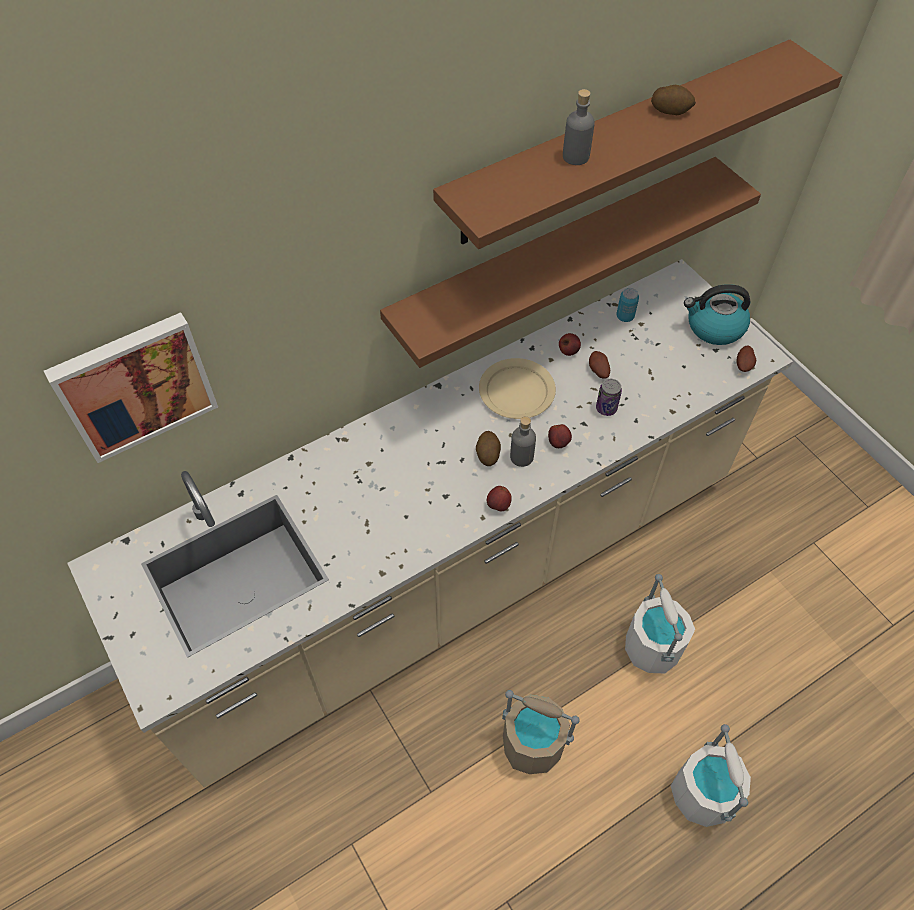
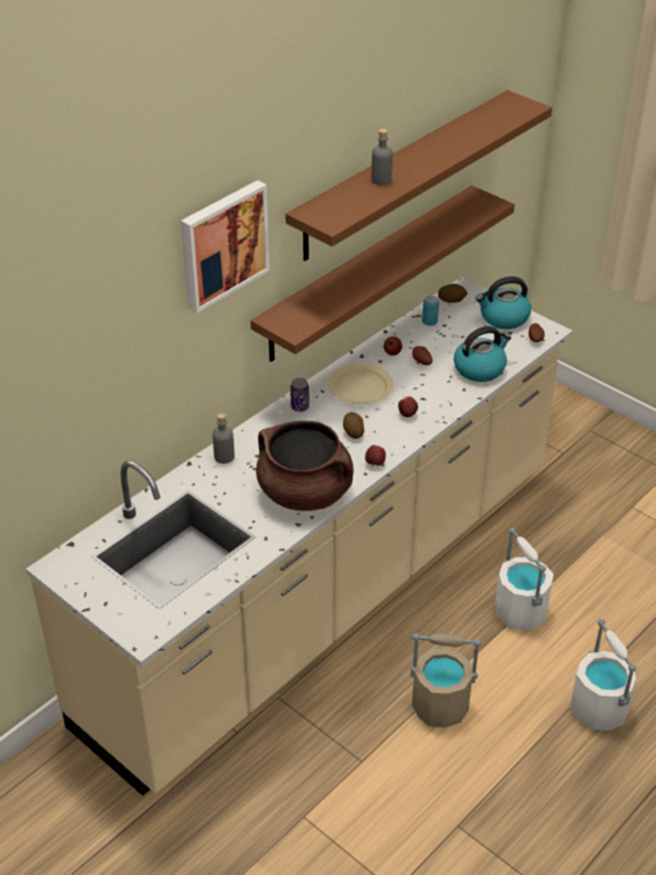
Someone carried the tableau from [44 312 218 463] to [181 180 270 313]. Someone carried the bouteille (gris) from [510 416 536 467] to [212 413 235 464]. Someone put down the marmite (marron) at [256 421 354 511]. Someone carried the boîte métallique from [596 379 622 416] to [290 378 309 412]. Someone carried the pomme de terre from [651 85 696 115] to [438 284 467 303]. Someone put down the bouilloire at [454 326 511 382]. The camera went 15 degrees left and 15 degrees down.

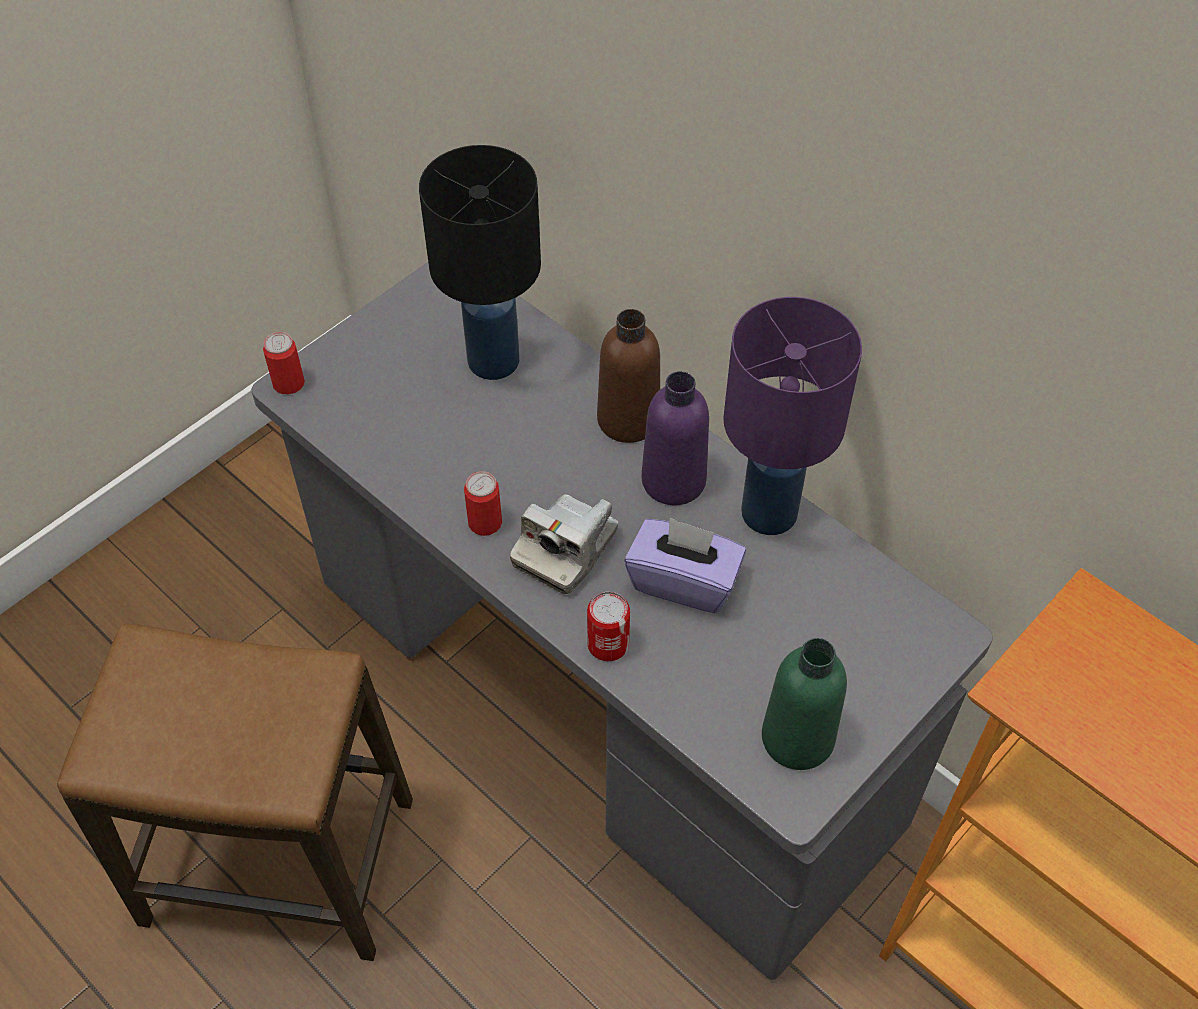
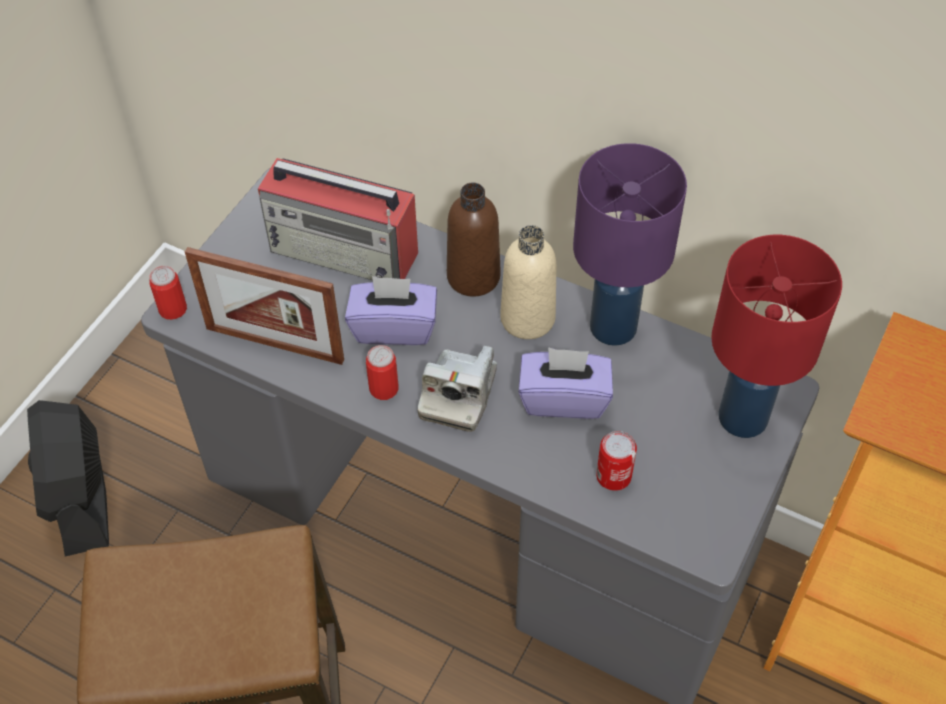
Someone put down the ventilateur (noir) at [27 400 109 557]. Someone put down the cadre photo at [185 247 344 365]. Someone swapped the lampe de table (noir) at [419 145 541 380] for the radio at [258 158 418 280]. Someone put down the boîte à mouchoirs (violet) at [345 276 437 345]. Someone repainted the bouteille (violet) at [641 371 709 505], which became the bouteille (beige) at [500 225 556 339]. Someone carried the boîte métallique from [587 592 630 661] to [596 431 637 491]. Someone put down the lampe de table (rouge) at [711 235 842 438]. Someone took away the bouteille (vert) at [762 638 847 770]. The camera went 15 degrees left and 0 degrees up.

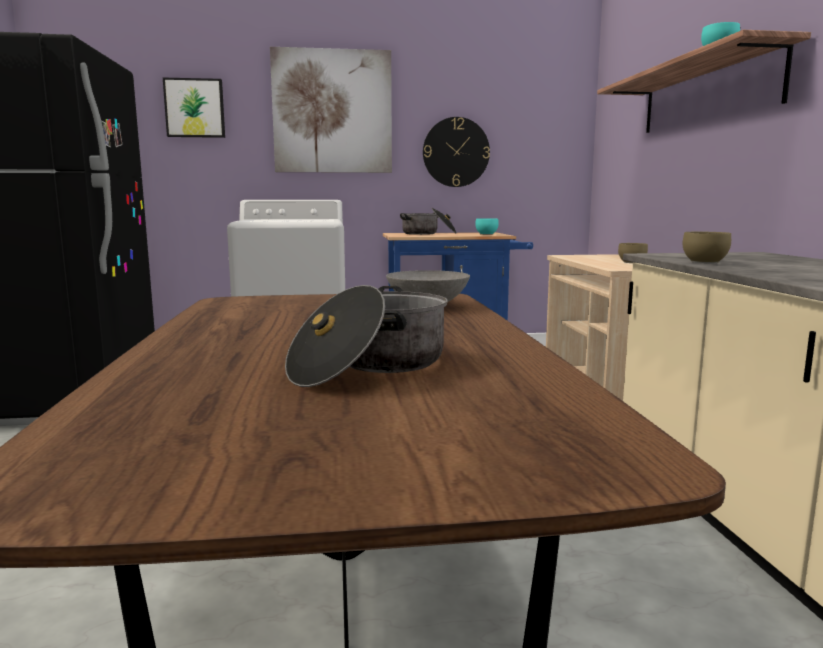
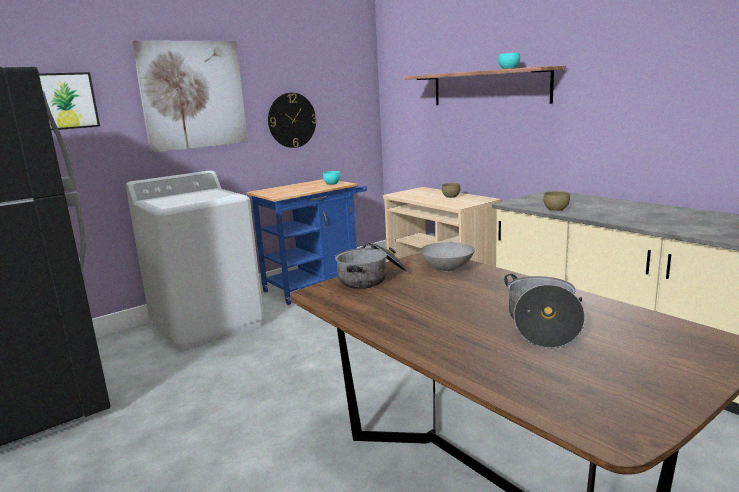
Someone carried the marmite from [400 208 457 235] to [335 242 407 289]. The camera went 30 degrees left and 5 degrees up.

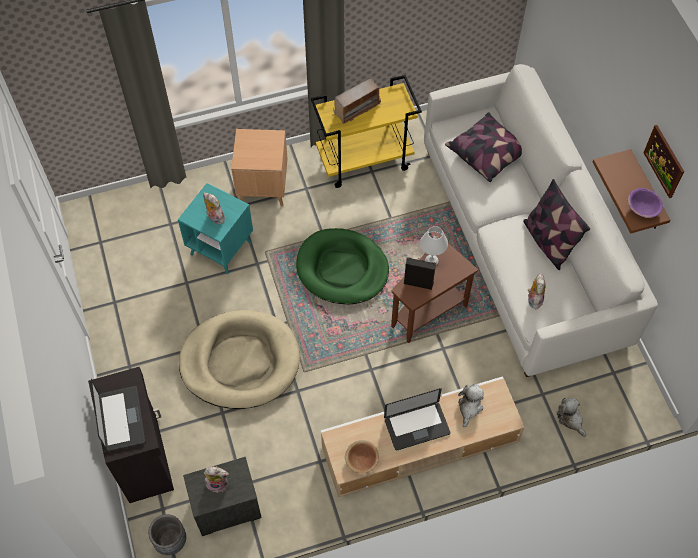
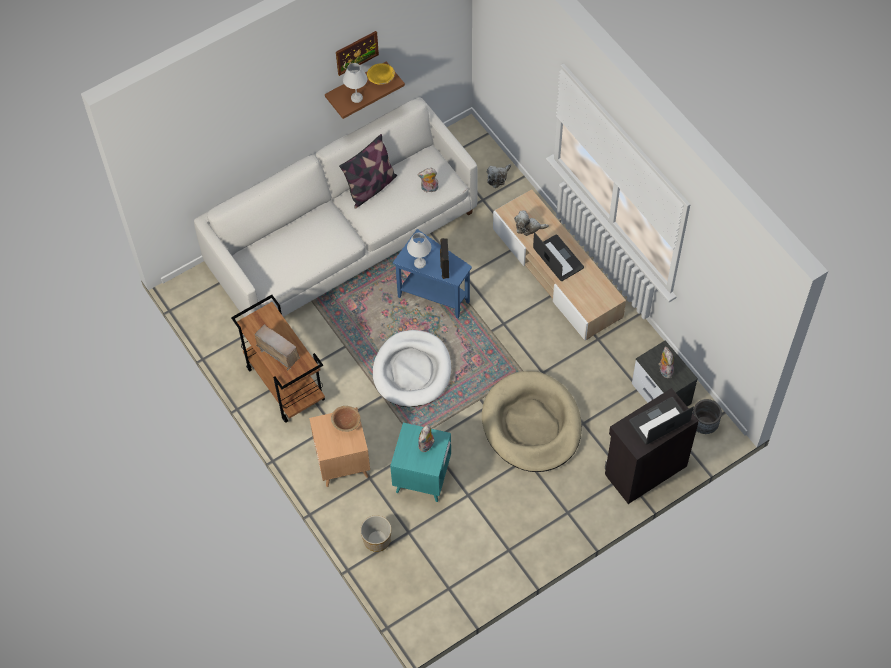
Someone repainted the chariot (jaune) at [311 75 422 188], which became the chariot (marron) at [231 295 325 423]. Someone carried the bol (marron) from [345 440 379 474] to [331 406 361 432]. Someone put down the lampe de table (blanc) at [343 63 367 103]. Someone put down the cache-pot at [360 515 391 552]. Someone repainted the bol (violet) at [628 188 663 218], which became the bol (jaune) at [367 63 395 85]. Someone repainted the panier pour chien (vert) at [296 228 389 304], which became the panier pour chien (blanc) at [373 330 451 407]. Someone repainted the table d'appoint (marron) at [391 237 478 343], which became the table d'appoint (bleu) at [393 229 472 318]. Someone took away the coussin at [445 112 522 182]. The camera went 105 degrees left and 0 degrees up.

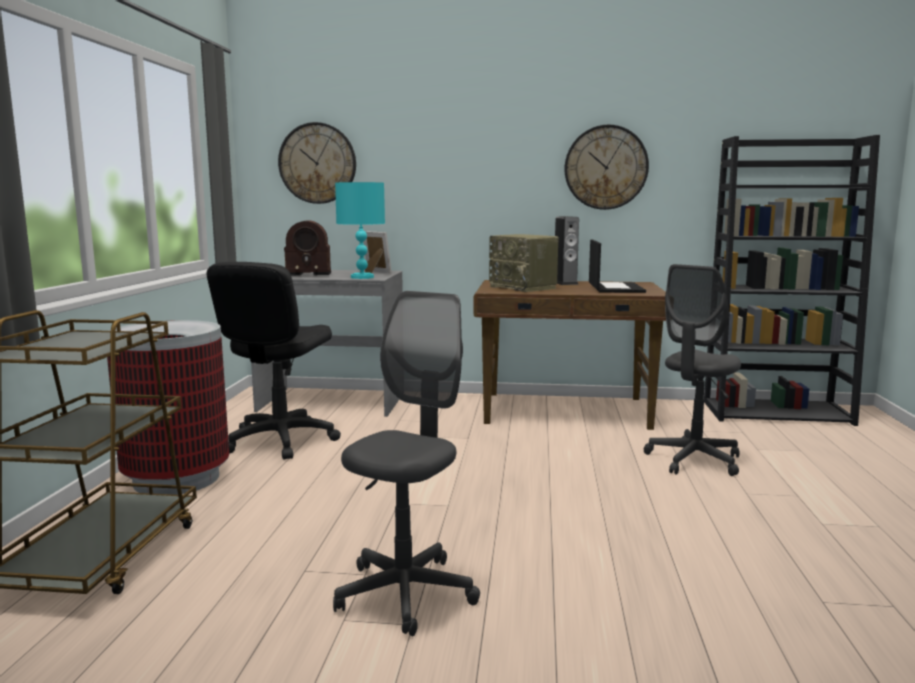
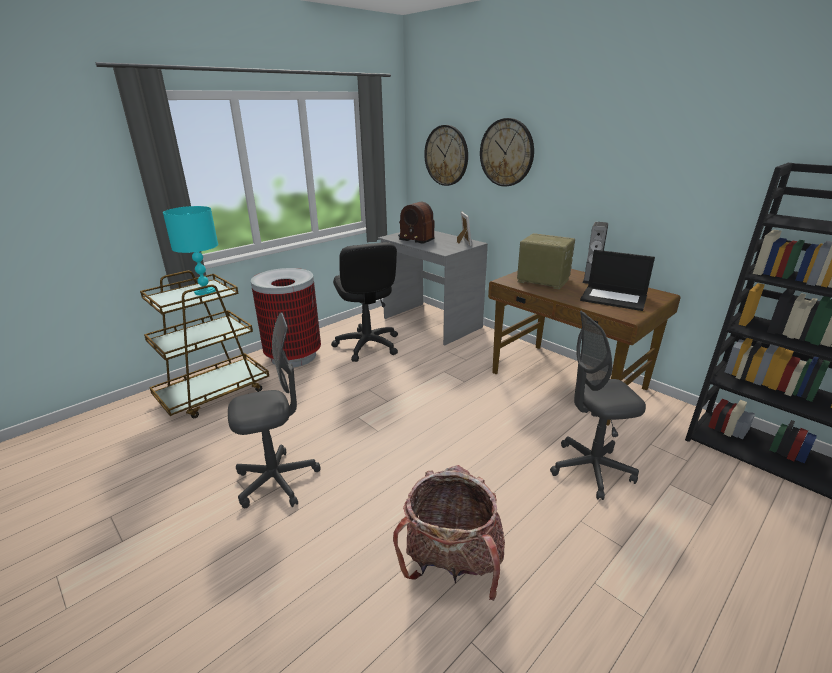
Someone carried the lampe de table (turquoise) from [335 182 385 279] to [163 206 218 295]. Someone rotated the chaise de bureau (noir) at [207 262 341 460] by 75 degrees counterclockwise. Someone put down the sac à dos at [393 465 505 601]. Someone carried the horloge murale from [564 125 649 210] to [480 118 534 187]. Someone rotated the radio at [489 234 559 292] by 120 degrees clockwise. Someone rotated the ordinateur portable at [589 240 646 293] by 75 degrees clockwise. The camera went 40 degrees right and 15 degrees up.

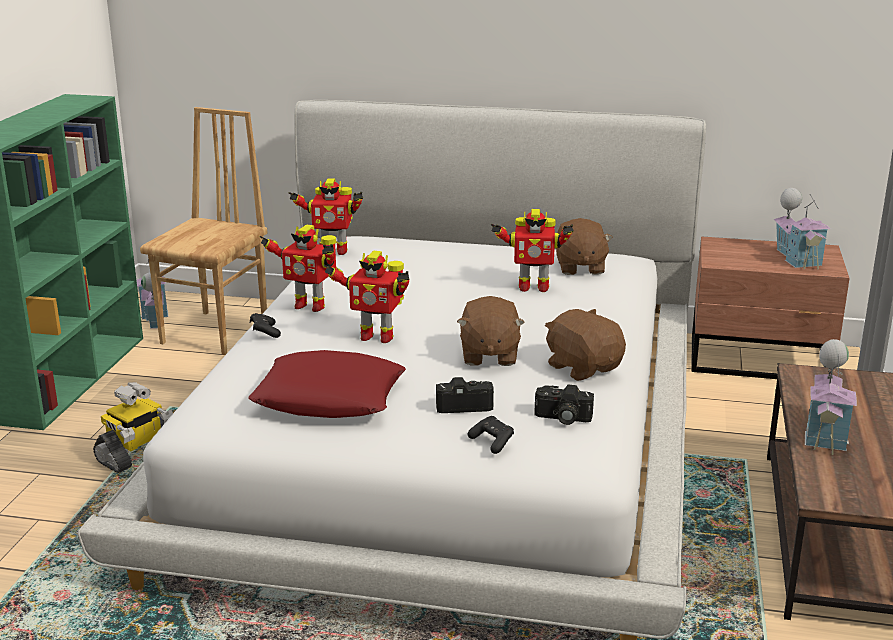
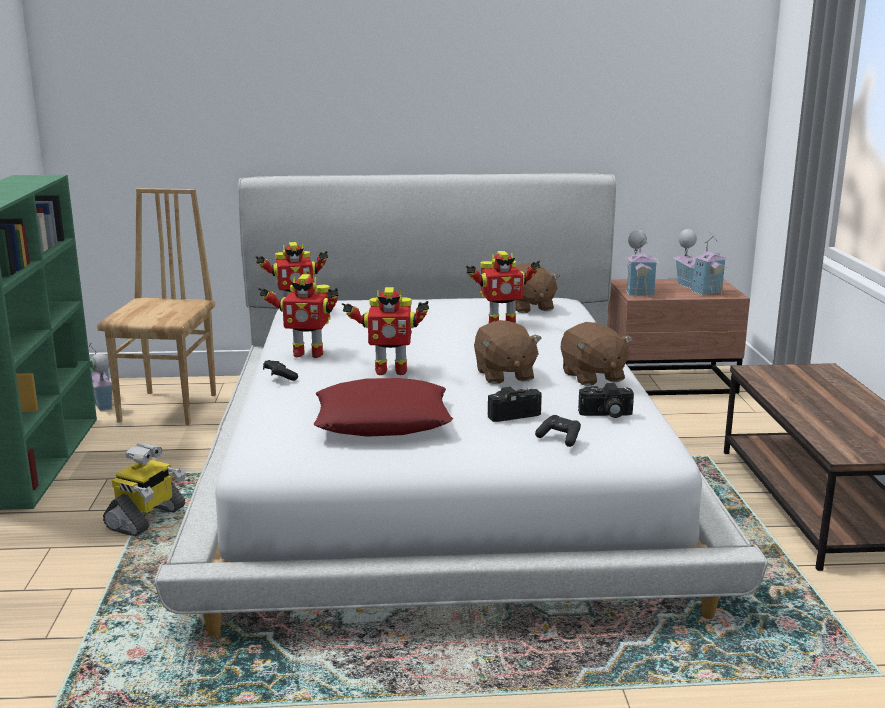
Someone rotated the peluche (marron) at [545 309 626 381] by 150 degrees counterclockwise. Someone carried the maison miniature from [805 339 857 455] to [625 230 659 298]. The camera went 15 degrees left and 5 degrees down.

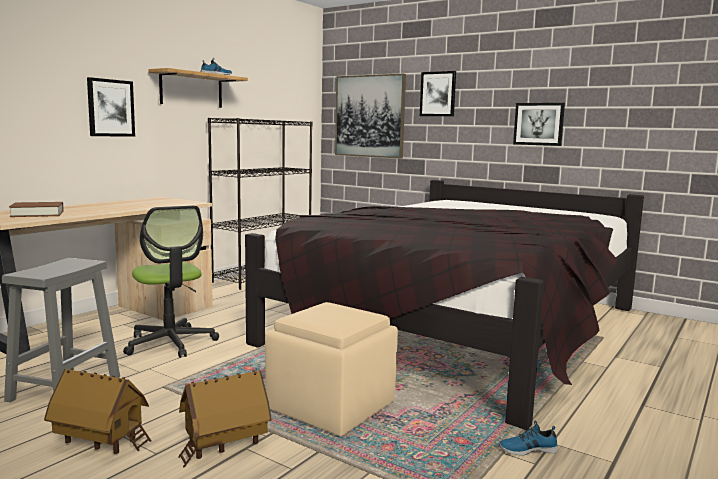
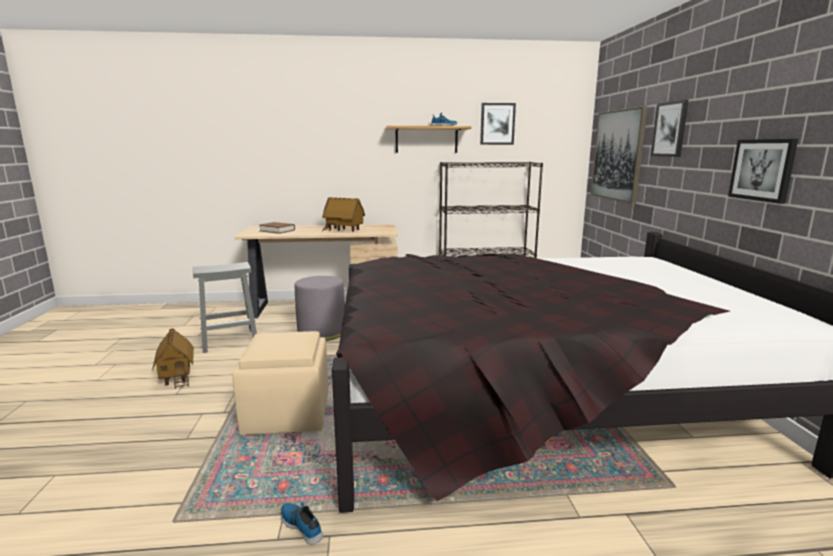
Someone swapped the chaise de bureau at [123 206 219 358] for the pouf (gris) at [295 276 345 341]. Someone carried the maison miniature from [178 370 272 467] to [322 197 365 232]. Someone carried the tableau from [87 77 135 137] to [480 103 516 145]. The camera went 50 degrees right and 5 degrees up.

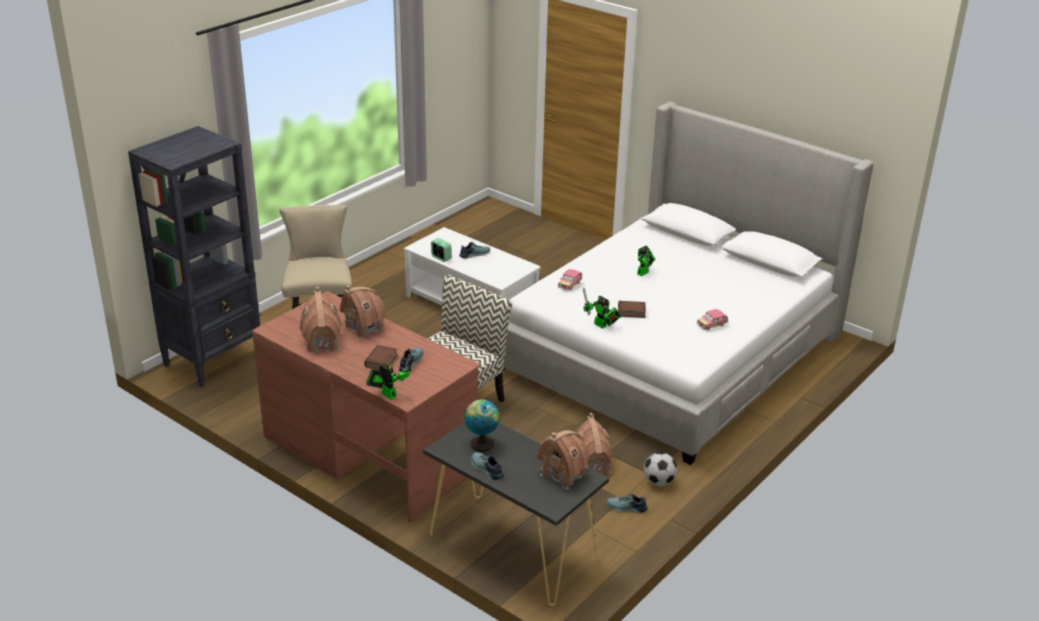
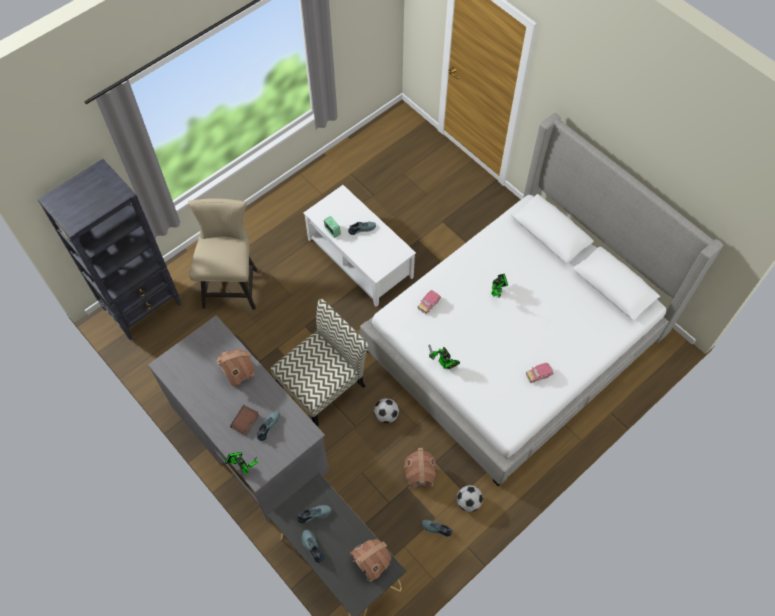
Someone repainted the bureau (marron) at [252 291 481 522], which became the bureau (gris) at [148 315 329 522]. Someone swapped the globe at [464 399 499 452] for the chaussure at [297 505 331 523]. Someone put down the ballon de foot at [374 398 399 423]. Someone took away the maison miniature at [299 287 342 352]. Someone took away the livre at [618 301 646 318]. The camera went 10 degrees right and 30 degrees up.

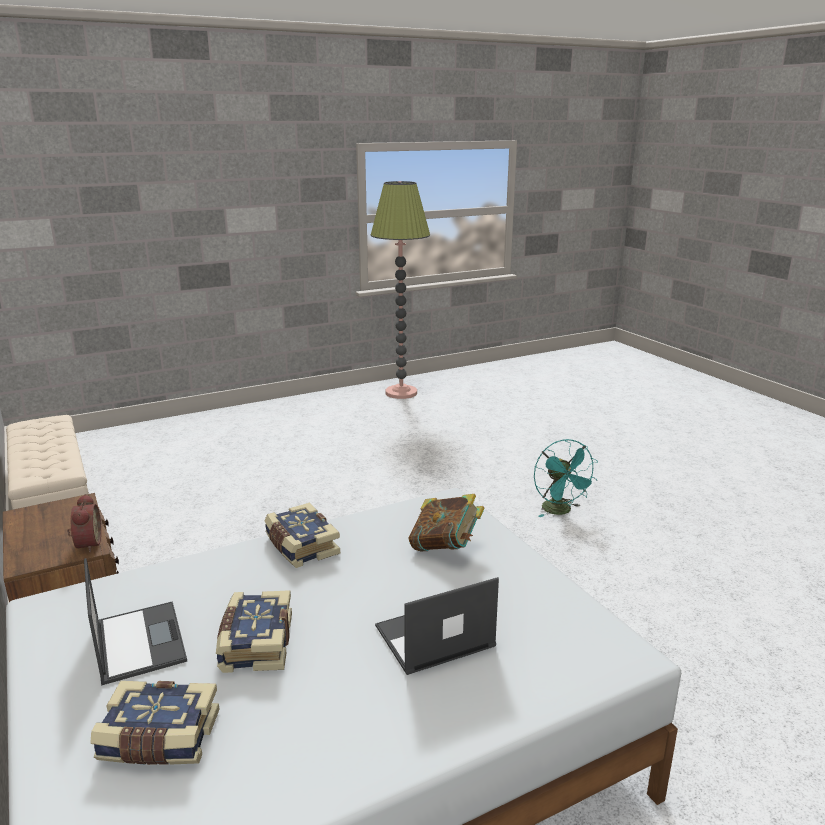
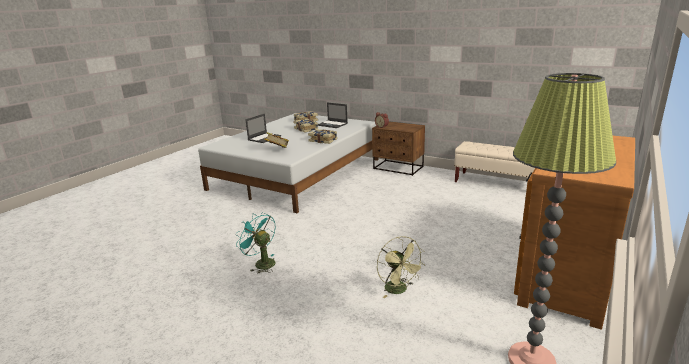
Someone put down the ventilateur (vert) at [377 236 425 298]. Someone put down the commode (marron) at [514 136 635 330]. The camera went 150 degrees right and 0 degrees up.

